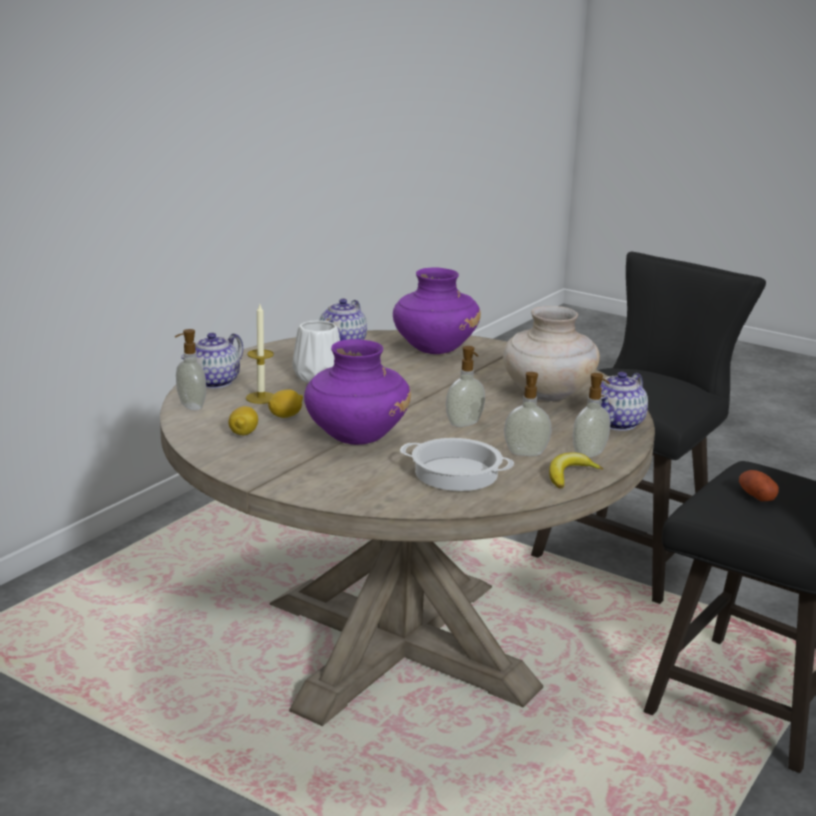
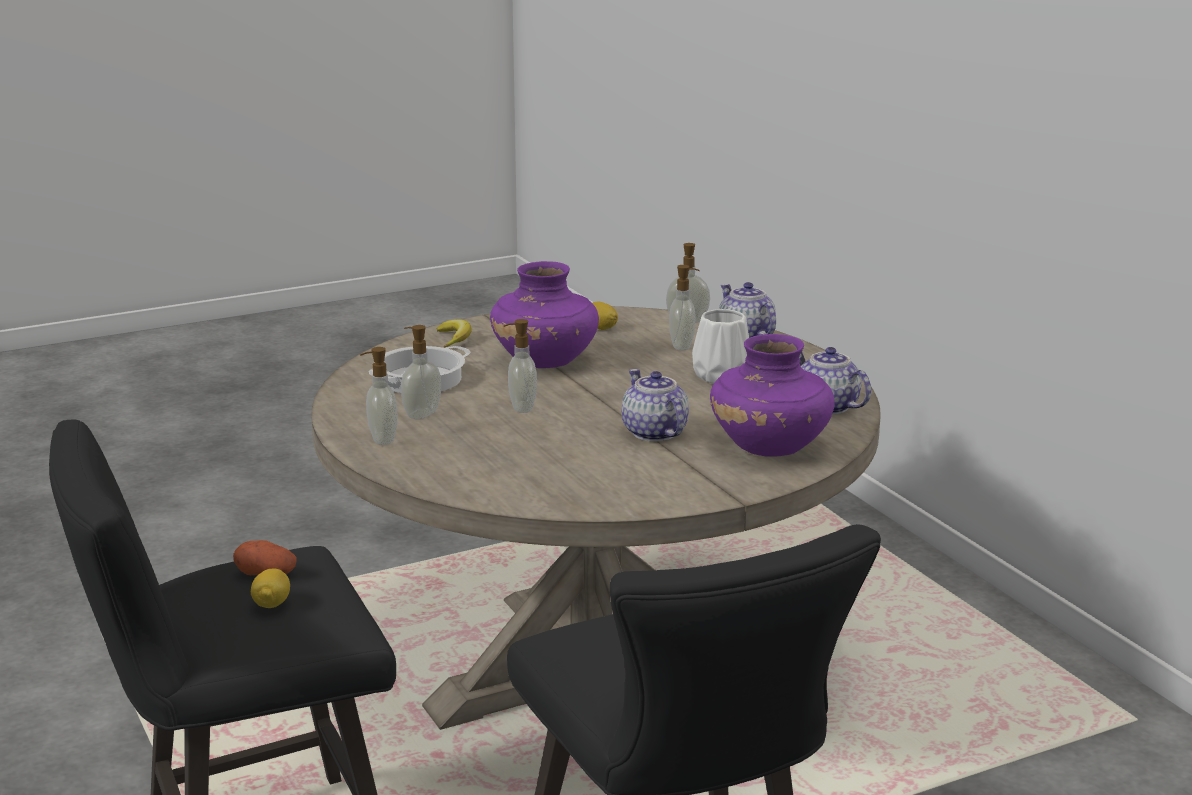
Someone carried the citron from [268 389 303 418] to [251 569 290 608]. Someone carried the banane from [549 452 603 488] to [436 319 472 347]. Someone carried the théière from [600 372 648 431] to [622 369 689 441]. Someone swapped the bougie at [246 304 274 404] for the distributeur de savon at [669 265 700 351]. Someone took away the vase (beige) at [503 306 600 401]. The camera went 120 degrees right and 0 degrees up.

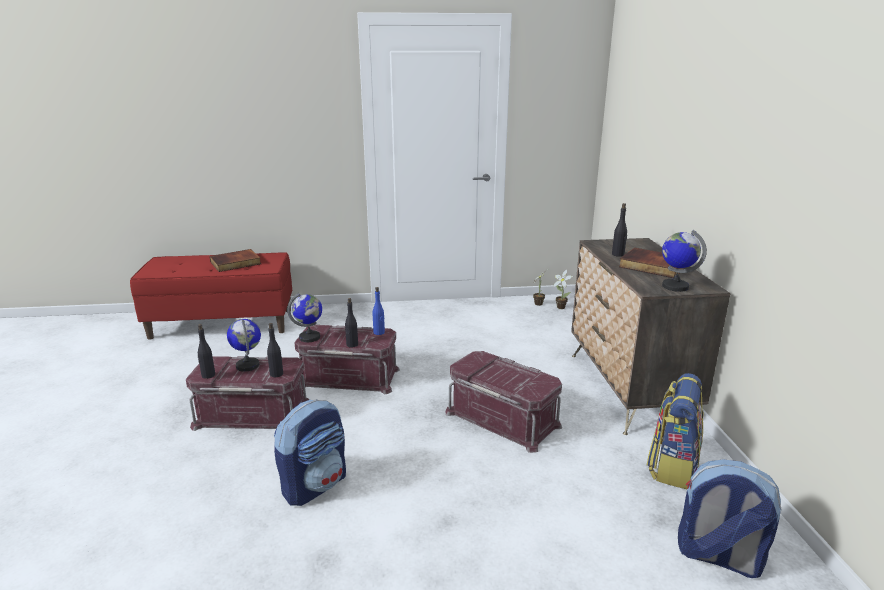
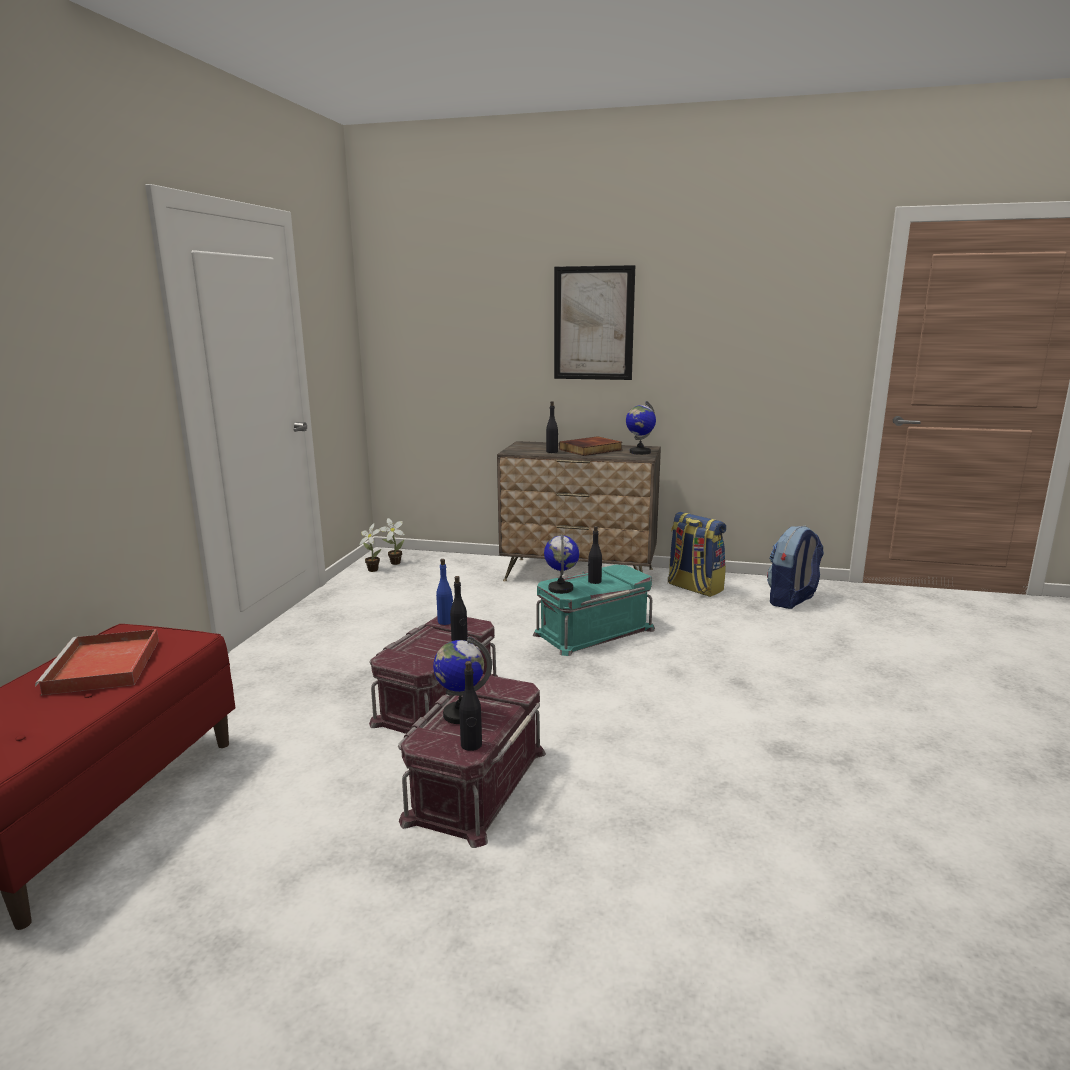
Someone swapped the livre at [209 249 261 272] for the plateau (rouge) at [35 629 159 696]. Someone repainted the boîte de rangement (rouge) at [445 351 562 453], which became the boîte de rangement (turquoise) at [533 565 655 656]. Someone carried the globe from [287 293 322 342] to [544 534 579 594]. Someone put up the tableau at [554 265 635 380]. Someone carried the bouteille (noir) from [267 323 283 377] to [588 526 602 584]. Someone took away the sac à dos at [274 399 346 506]. The camera went 70 degrees left and 5 degrees down.

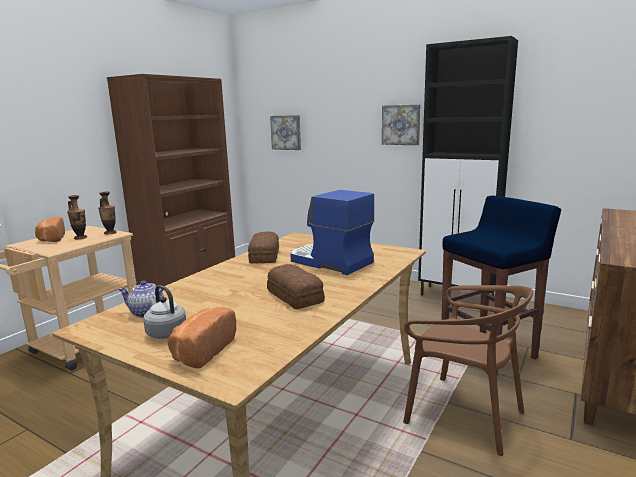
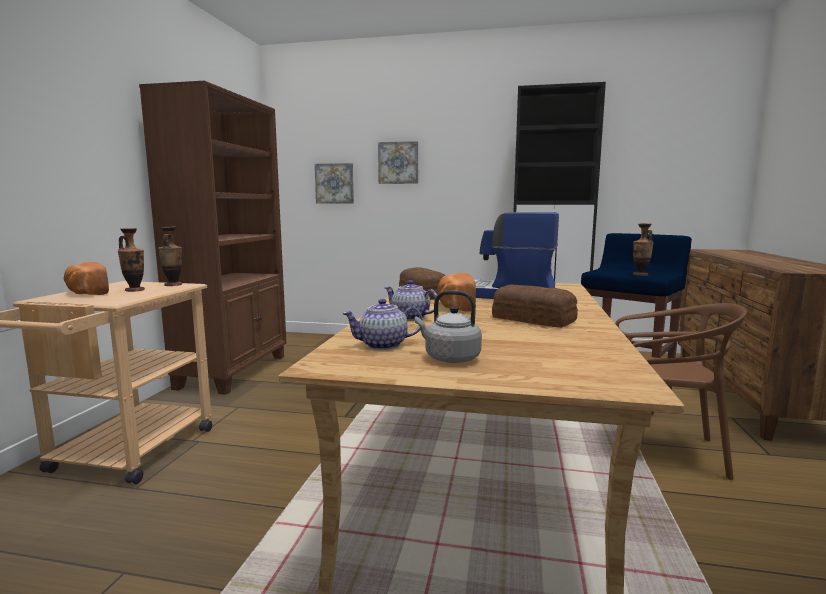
Someone carried the tableau from [382 104 420 145] to [378 141 418 184]. Someone put down the théière at [385 280 439 321]. Someone carried the pain from [167 307 236 369] to [437 273 476 312]. Someone put down the vase at [633 223 654 276]. The camera went 20 degrees left and 5 degrees down.

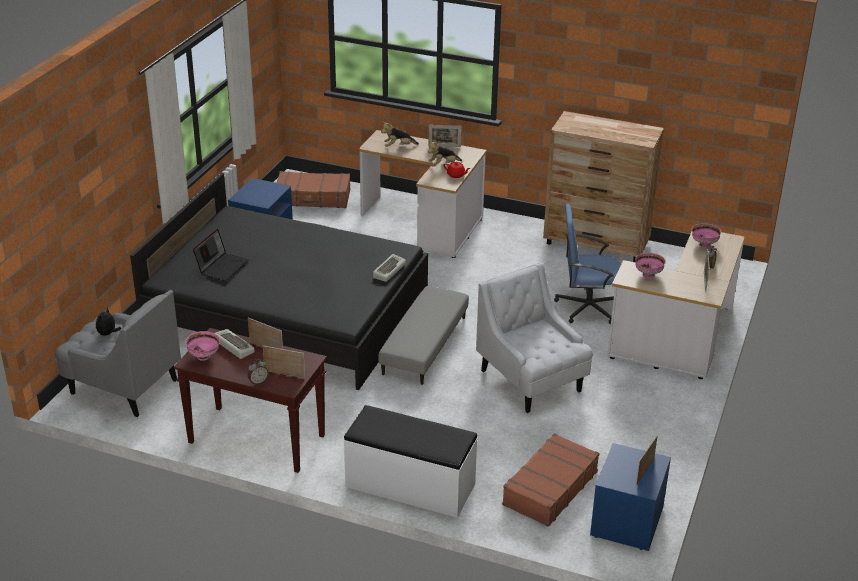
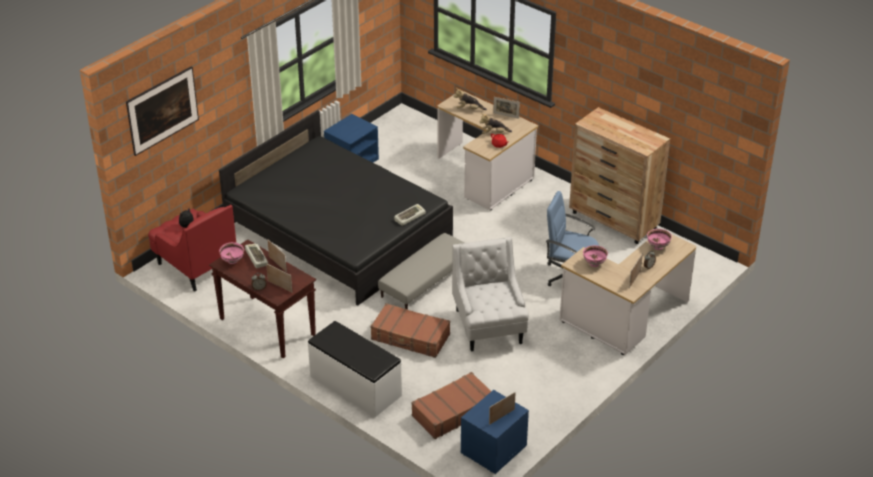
Someone put up the tableau at [126 67 199 156]. Someone repainted the fauteuil (gris) at [55 290 181 417], which became the fauteuil (rouge) at [148 205 236 292]. Someone carried the valise (marron) from [277 171 350 208] to [370 303 450 358]. Someone took away the ordinateur portable at [193 229 249 281]. The camera went 20 degrees right and 5 degrees up.

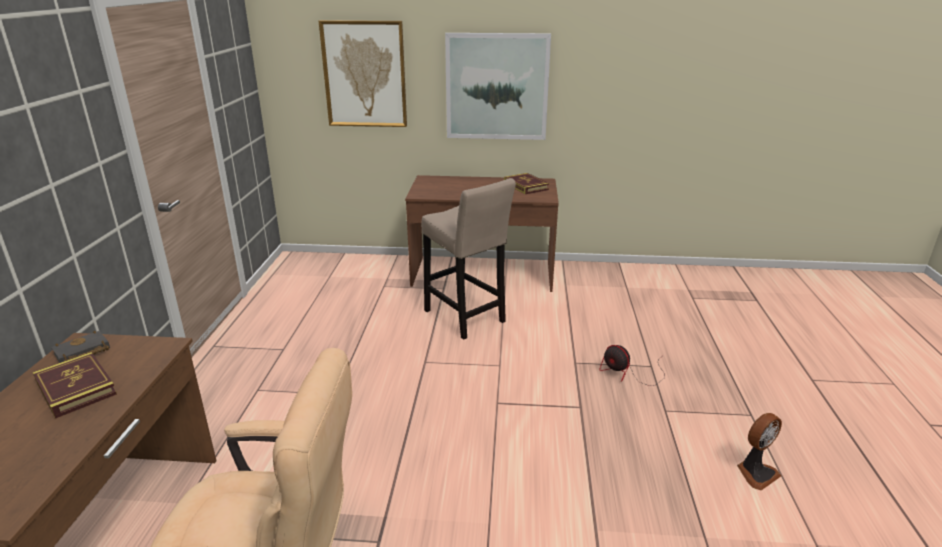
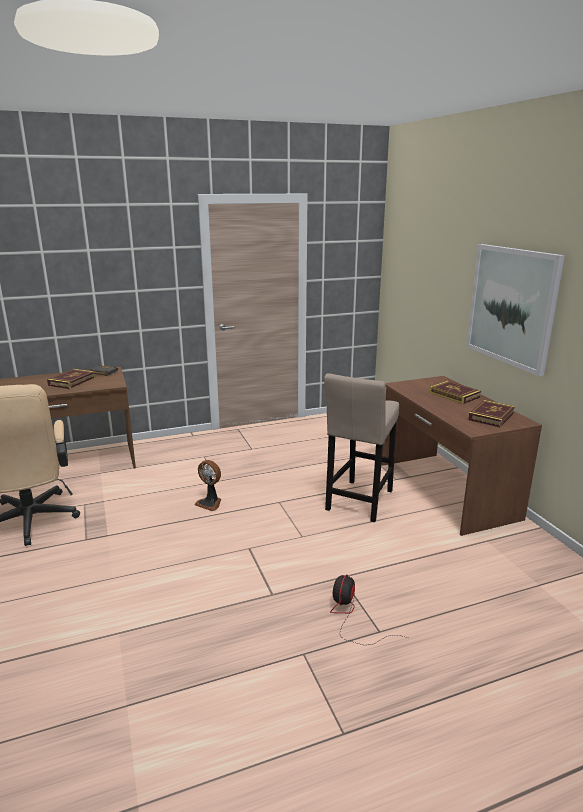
Someone carried the ventilateur from [737 413 782 490] to [195 460 221 511]. Someone put down the livre at [430 381 481 404]. Someone took away the tableau at [319 20 407 127]. The camera went 65 degrees right and 5 degrees down.

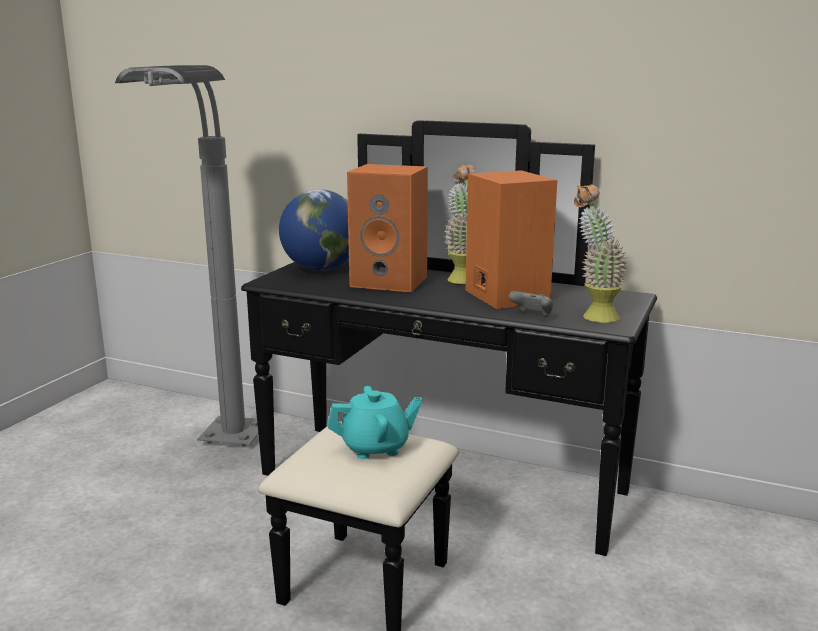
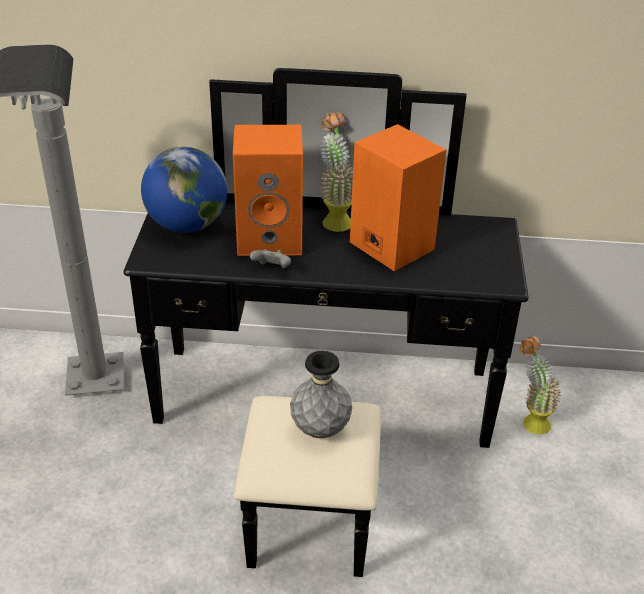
Someone carried the manette (gris) from [509 291 553 317] to [250 249 291 268]. Someone swapped the théière (turquoise) at [327 386 423 459] for the vase (gris) at [290 351 352 438]. Someone carried the plante en pot from [574 184 628 323] to [519 336 562 434]. The camera went 20 degrees left and 20 degrees up.

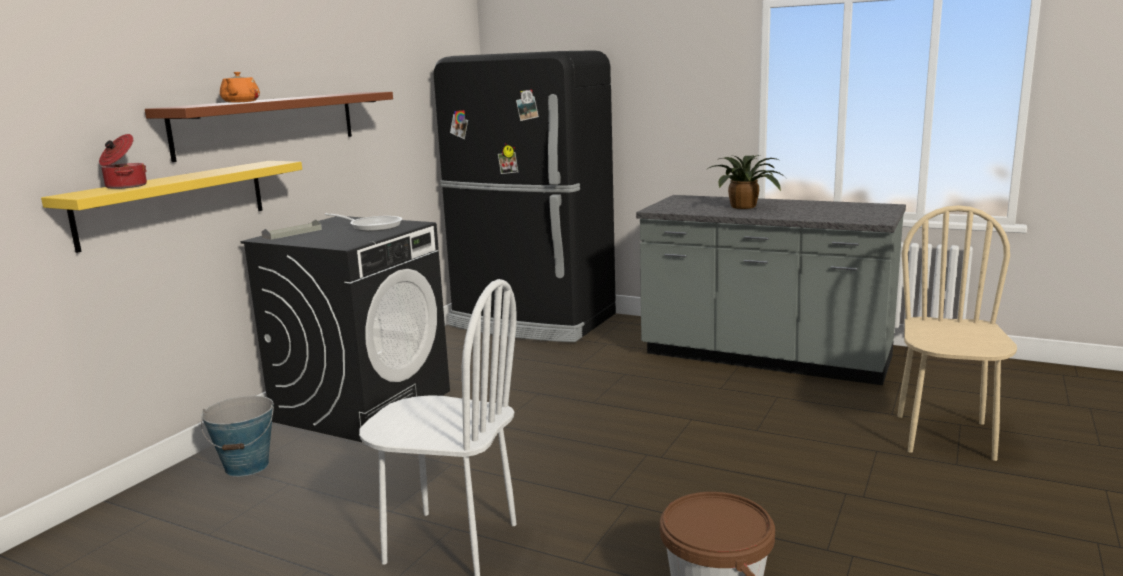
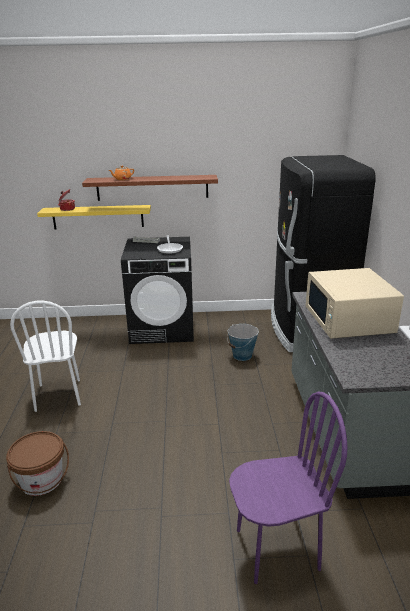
Someone carried the seau from [201 396 274 477] to [227 324 259 361]. Someone repainted the chaise (beige) at [898 205 1017 461], which became the chaise (violet) at [229 392 347 584]. Someone swapped the plante en pot at [708 155 786 209] for the micro-ondes (beige) at [306 268 404 339]. The camera went 60 degrees right and 10 degrees up.

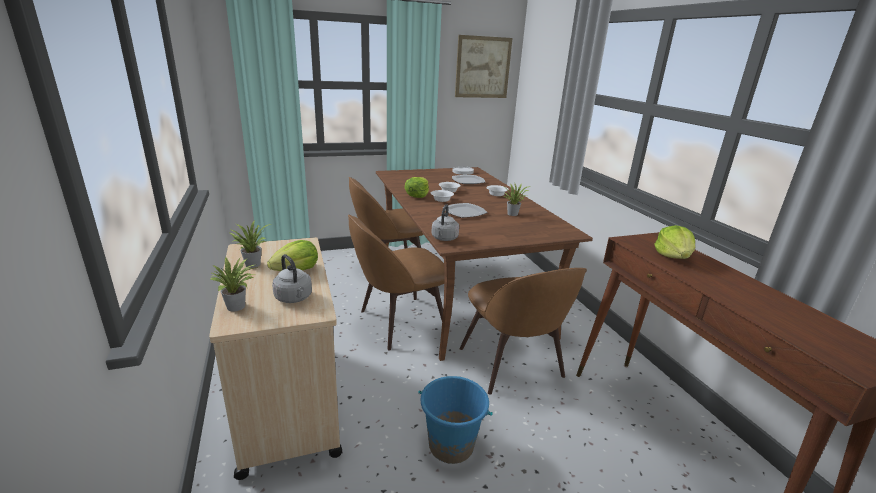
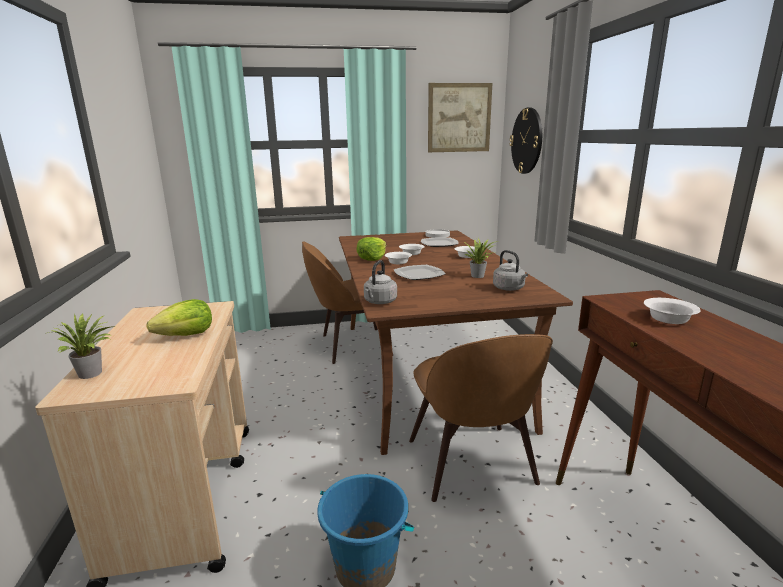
Someone carried the bouilloire (gris) from [272 254 312 303] to [493 250 528 291]. Someone put up the horloge murale at [509 108 542 174]. Someone swapped the laitue at [655 225 696 259] for the bol (blanc) at [644 298 701 324]. Someone took away the plante en pot at [229 220 271 268]. Someone took away the chaise (marron) at [348 215 445 351]. The camera went 10 degrees right and 5 degrees down.

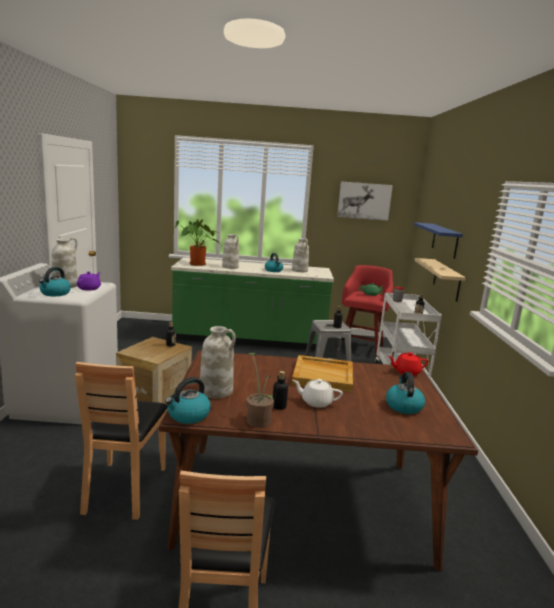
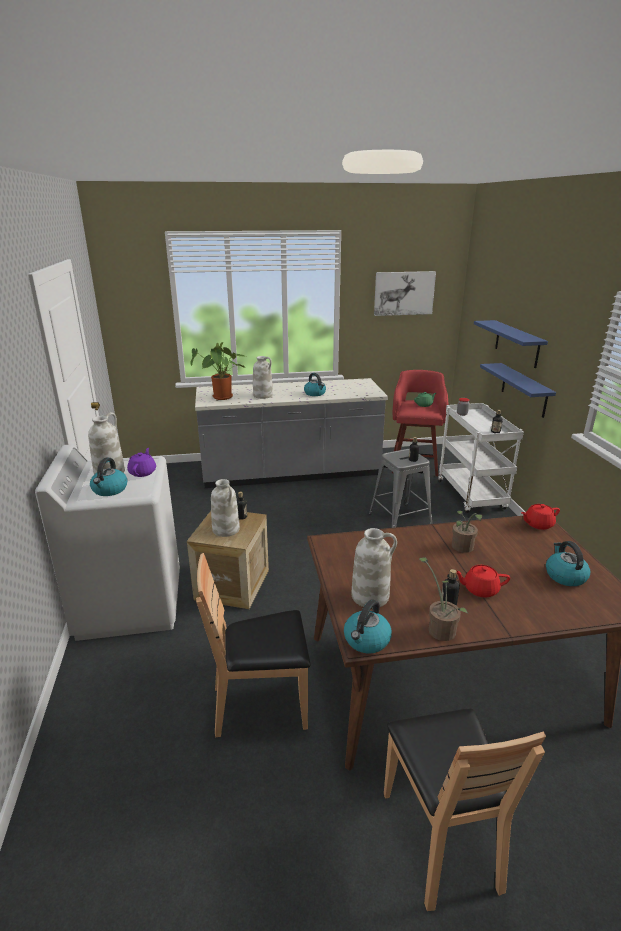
Someone repainted the comptoir de cuisine (vert) at [171 257 334 350], which became the comptoir de cuisine (gris) at [195 378 388 488]. Someone rotated the chaise (marron) at [75 362 168 520] by 90 degrees clockwise. Someone carried the vase (blanc) from [292 238 309 272] to [211 479 240 537]. Someone swapped the plateau (beige) at [292 355 353 392] for the plante en pot at [452 511 482 553]. Someone repainted the théière (blanc) at [293 379 343 408], which became the théière (rouge) at [457 565 510 598]. Someone repainted the étagère (beige) at [414 258 466 302], which became the étagère (bleu) at [480 363 556 418]. The camera went 10 degrees left and 10 degrees up.

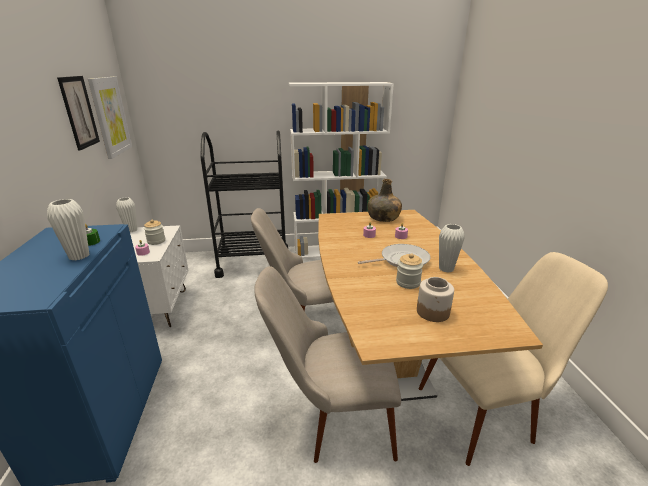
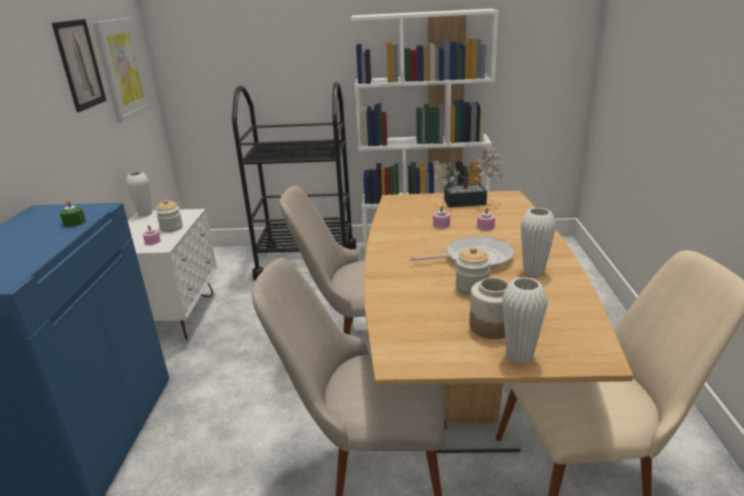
Someone swapped the bouteille (vert) at [368 179 402 222] for the plante en pot at [435 148 503 207]. Someone carried the vase (blanc) from [47 199 89 261] to [502 277 548 364]. The camera went 10 degrees right and 0 degrees up.

